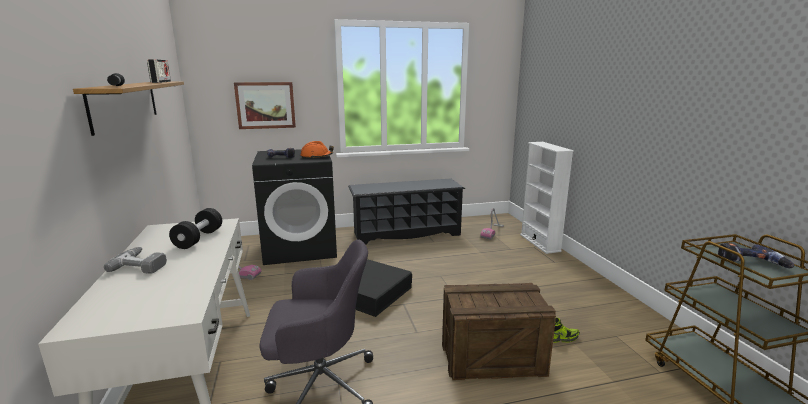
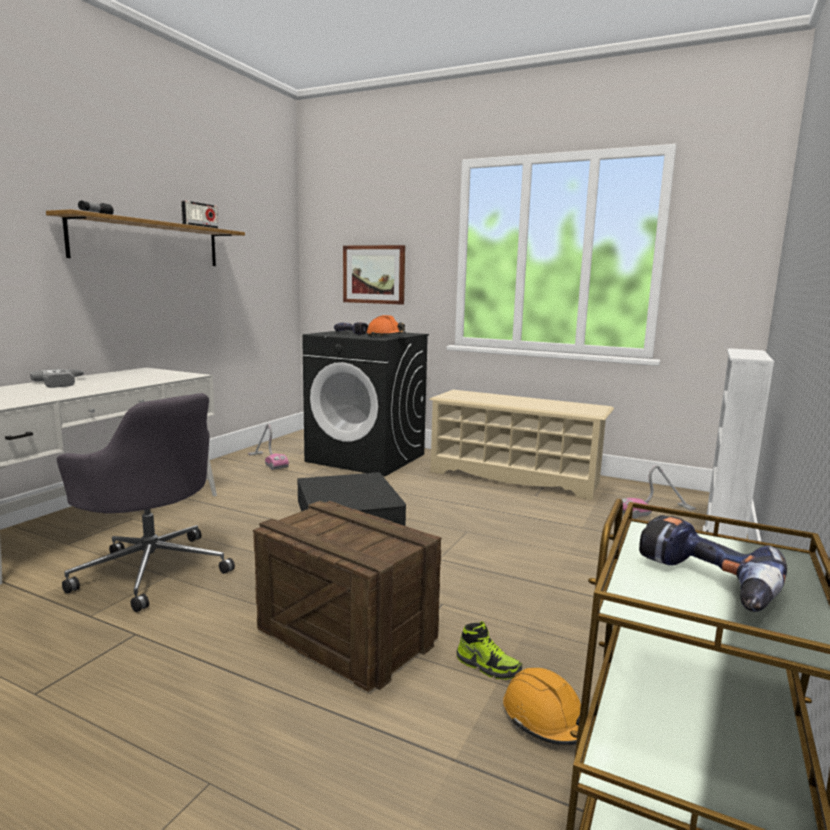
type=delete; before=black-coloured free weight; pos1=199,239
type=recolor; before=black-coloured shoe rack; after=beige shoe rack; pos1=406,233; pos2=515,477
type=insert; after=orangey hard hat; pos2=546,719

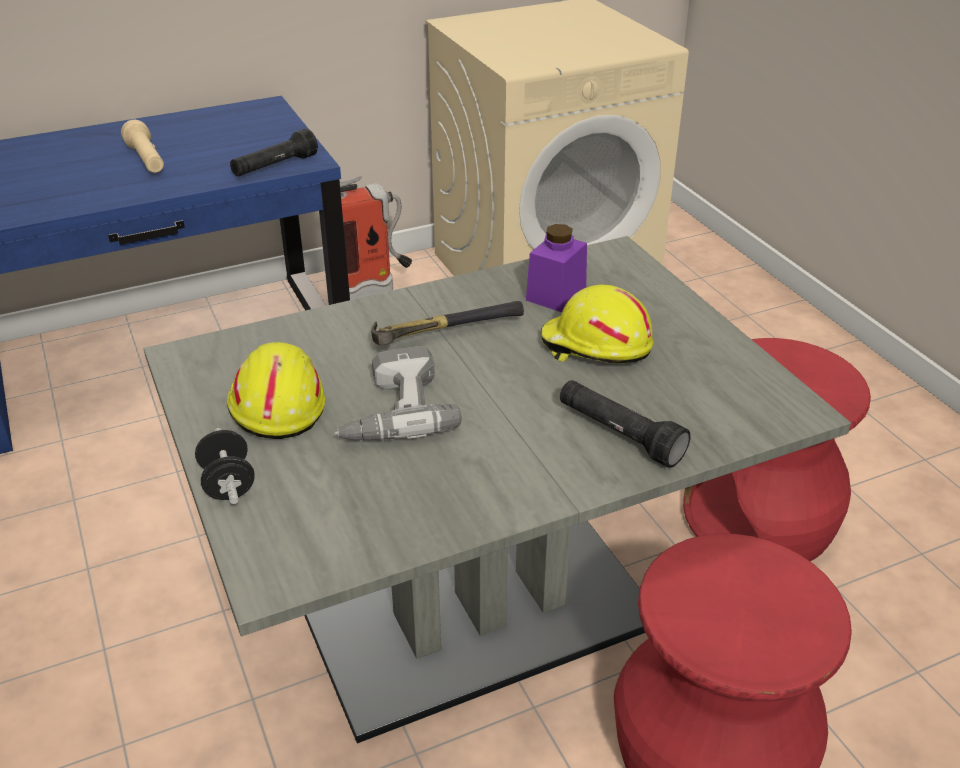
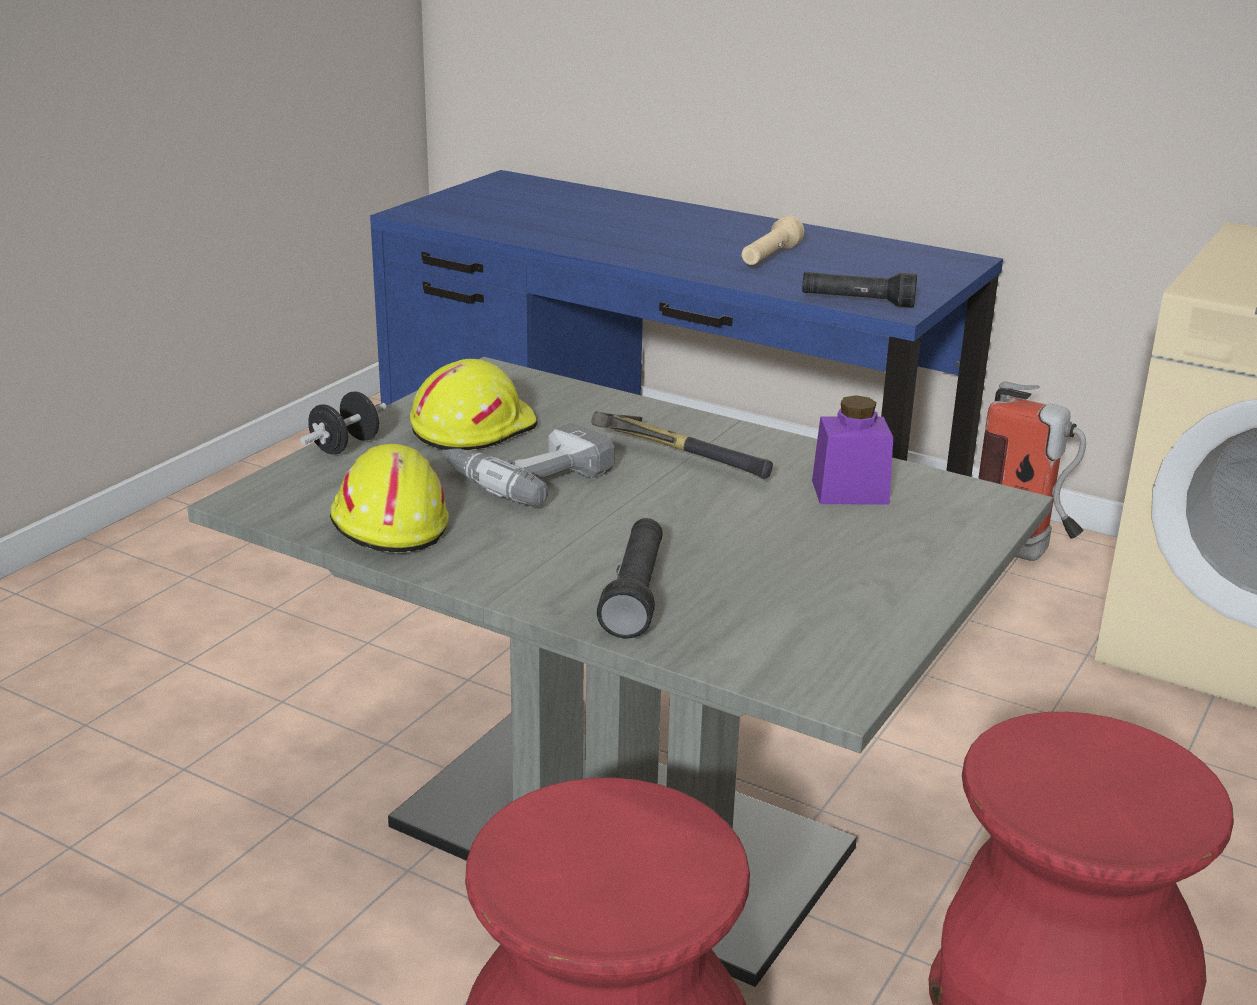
type=move; before=yellow hard hat; pos1=595,346; pos2=387,523

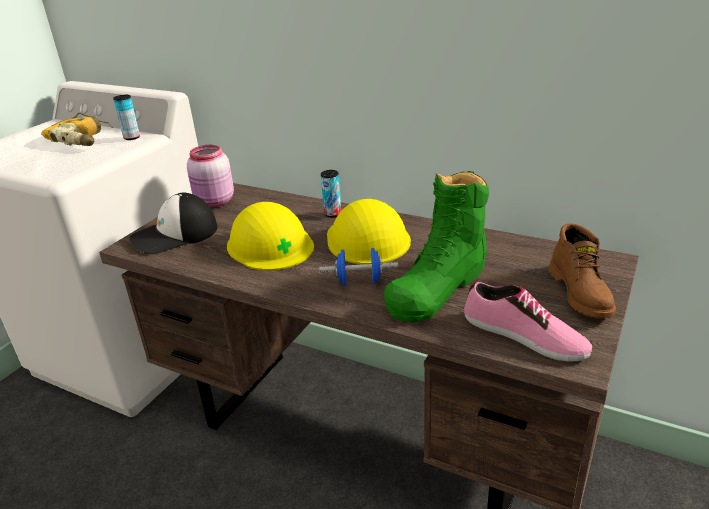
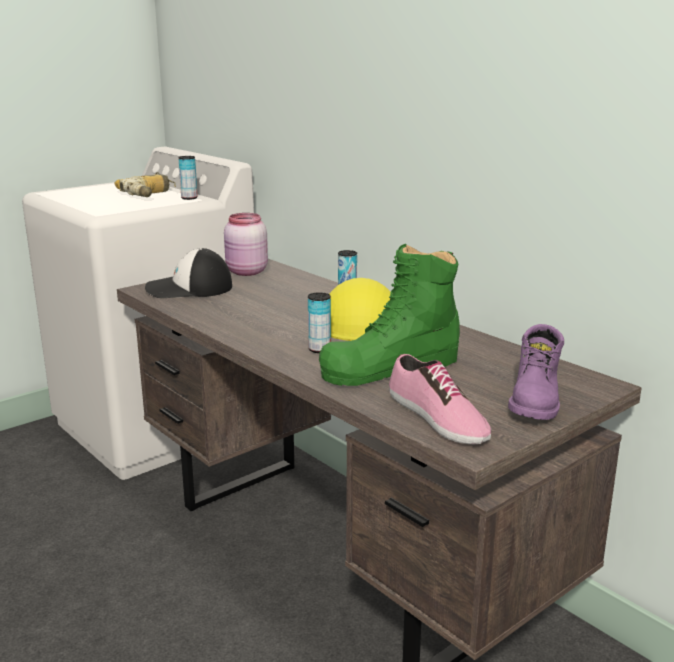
type=delete; before=yellow hard hat; pos1=270,245
type=replace; before=blue free weight; after=metal can; pos1=359,282; pos2=319,349
type=recolor; before=brown-coloured tall boot; after=purple tall boot; pos1=581,293; pos2=536,401

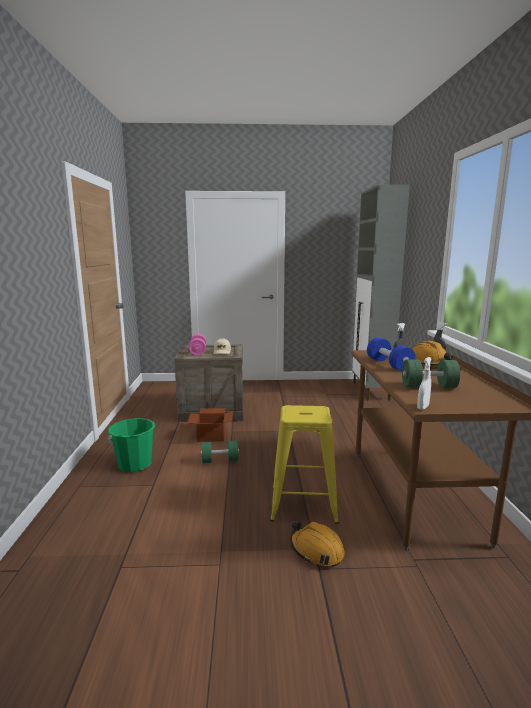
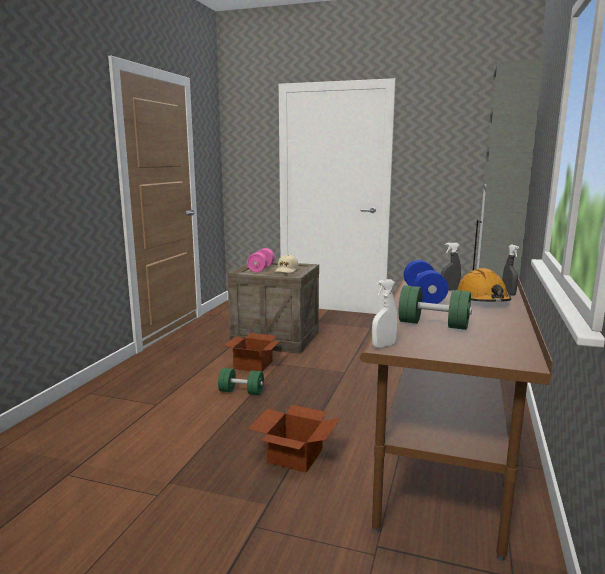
type=delete; before=green water bucket; pos1=135,464
type=replace; before=yellow stool; after=carton; pos1=303,504; pos2=294,455
type=delete; before=orangey hard hat; pos1=316,550

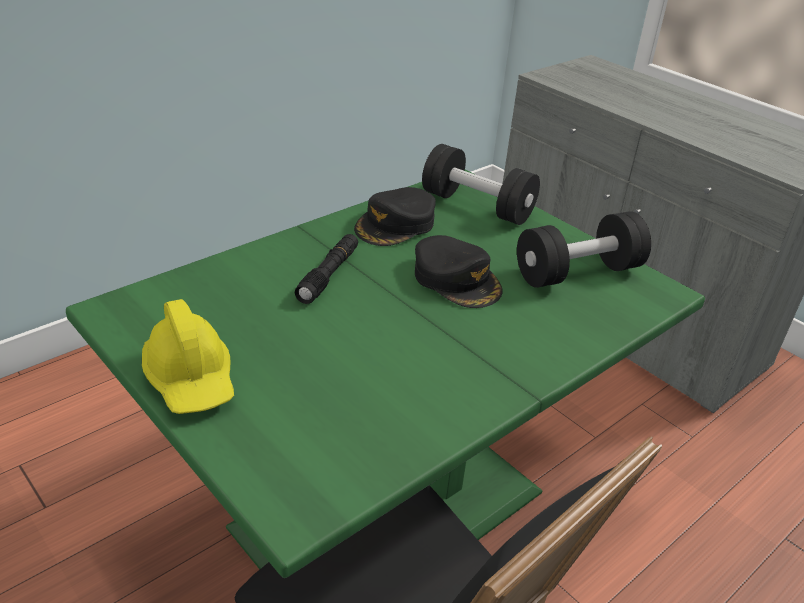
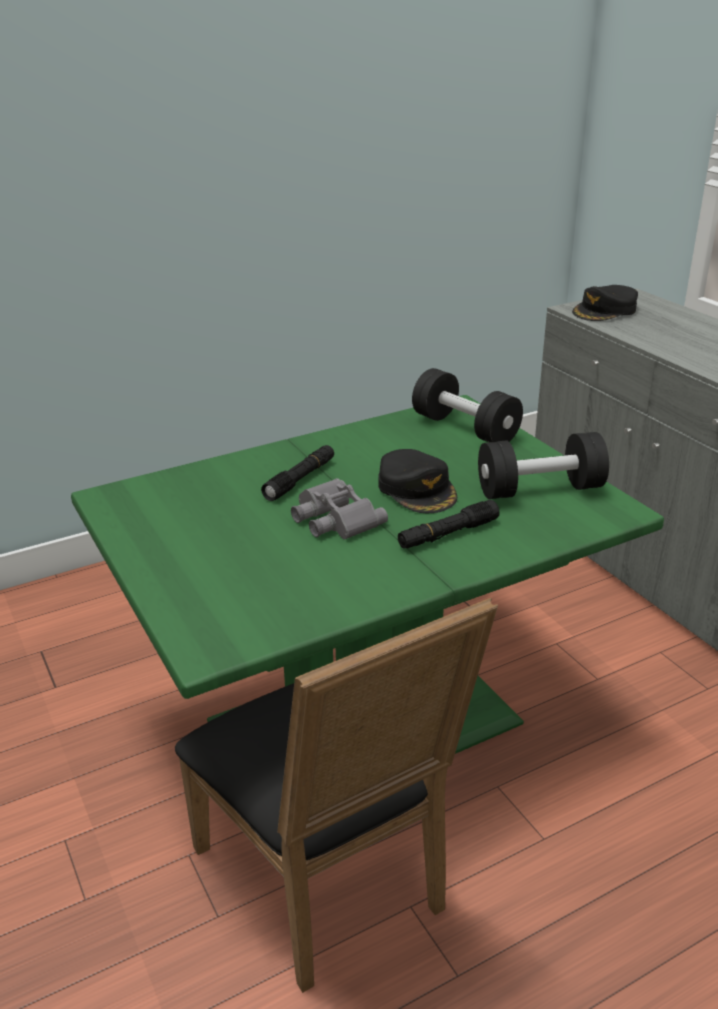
type=delete; before=yellow hard hat; pos1=191,378
type=move; before=black-coloured cap; pos1=396,225; pos2=605,311
type=insert; after=grey pair of binoculars; pos2=333,518
type=insert; after=black-coloured torch; pos2=448,534

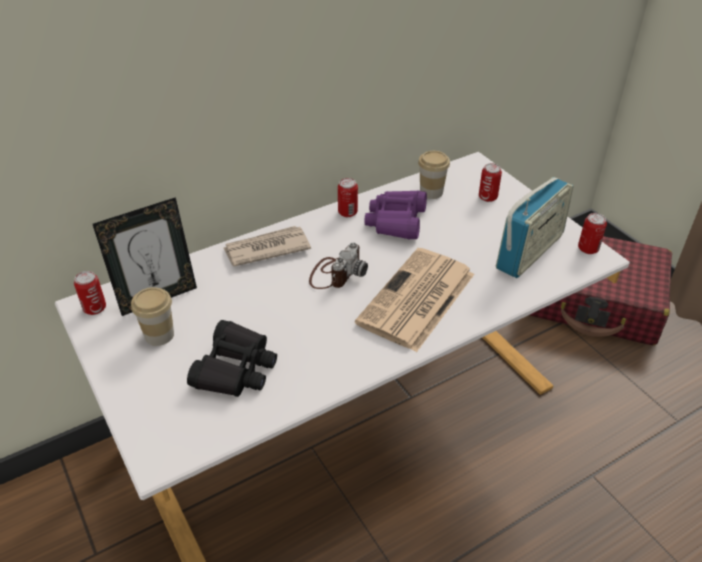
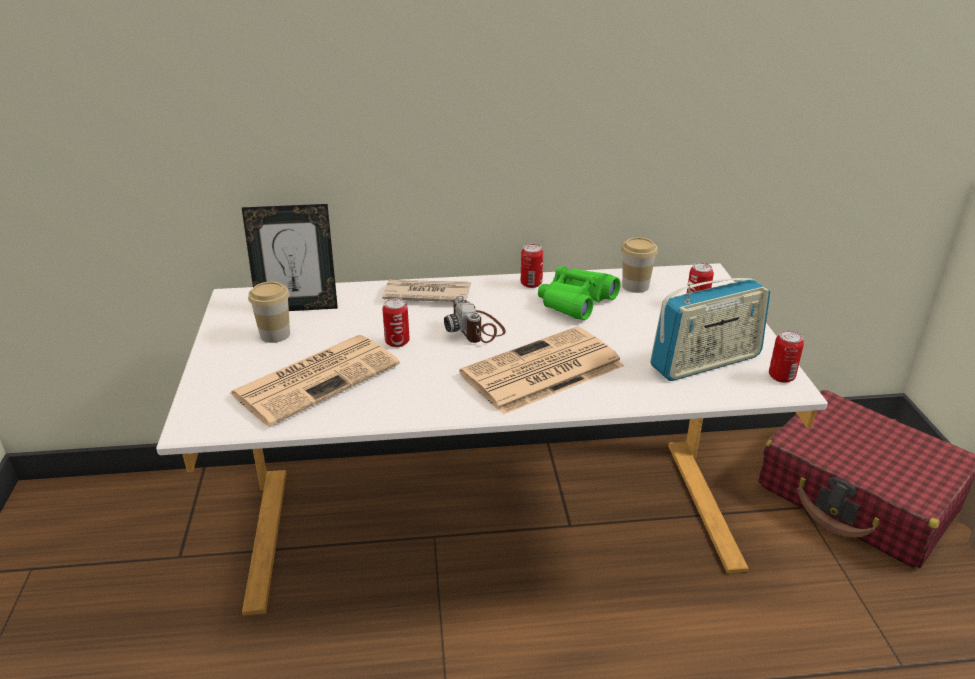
type=move; before=metal can; pos1=95,308; pos2=397,342
type=replace; before=black-coloured pair of binoculars; after=printed paper; pos1=235,369; pos2=317,378
type=rotate; before=photo camera; pos1=336,273; pos2=477,329; turn=105
type=recolor; before=purple pair of binoculars; after=green pair of binoculars; pos1=396,221; pos2=576,302

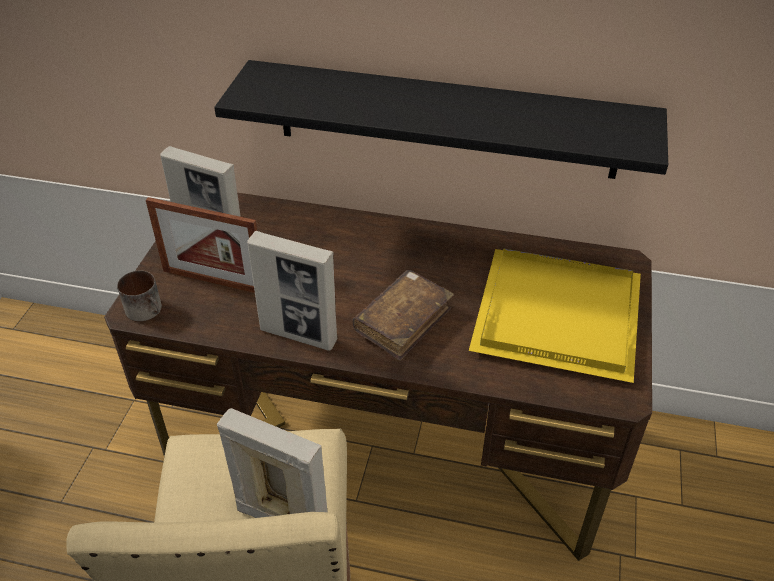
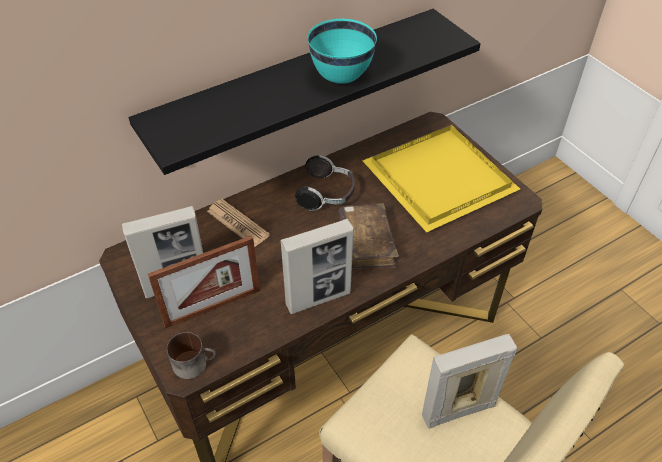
type=insert; after=printed paper; pos2=238,223
type=insert; after=headset; pos2=327,194
type=insert; after=turquoise deep dish; pos2=342,77

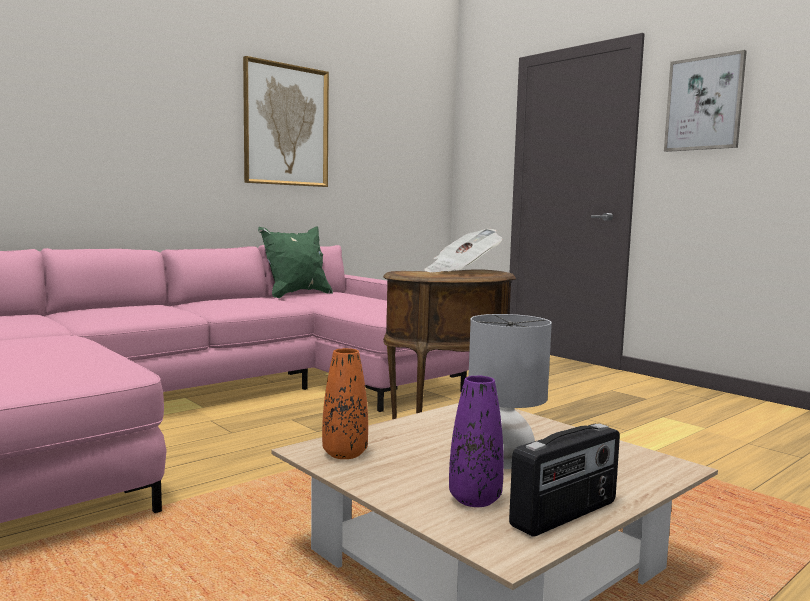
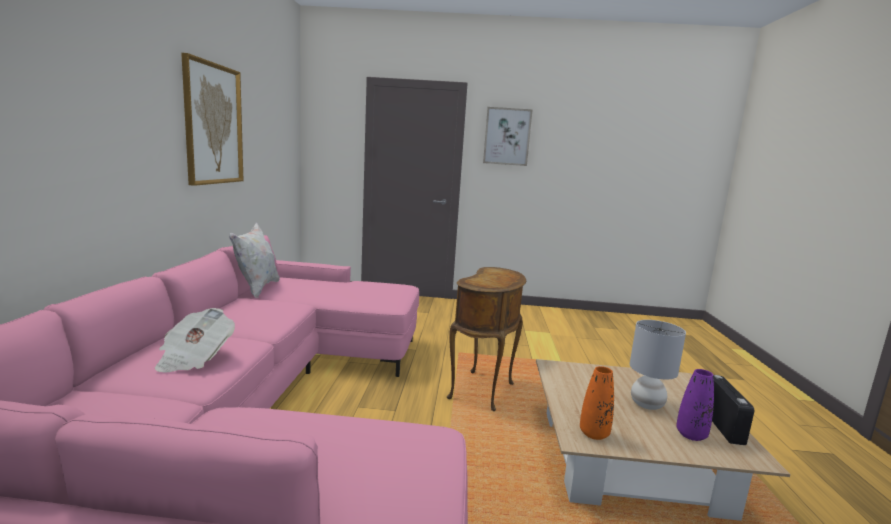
type=recolor; before=green pillow; after=white-coloured pillow; pos1=296,295; pos2=256,289
type=move; before=printed paper; pos1=461,271; pos2=194,358

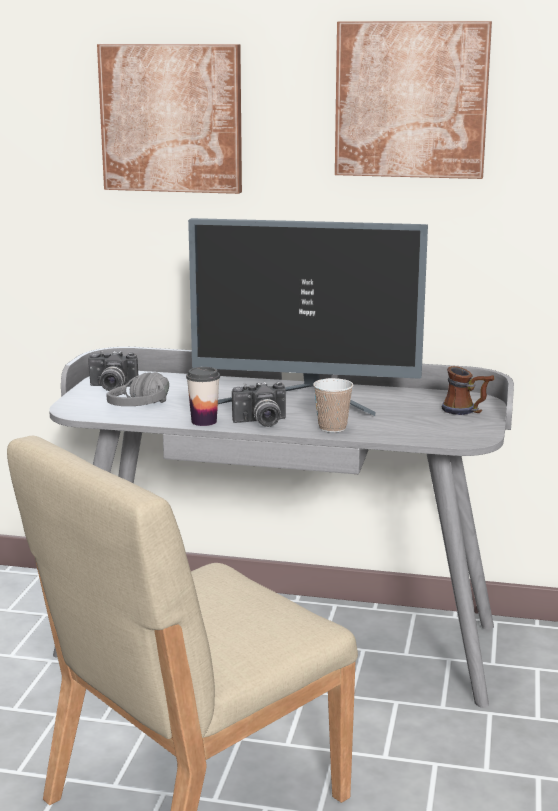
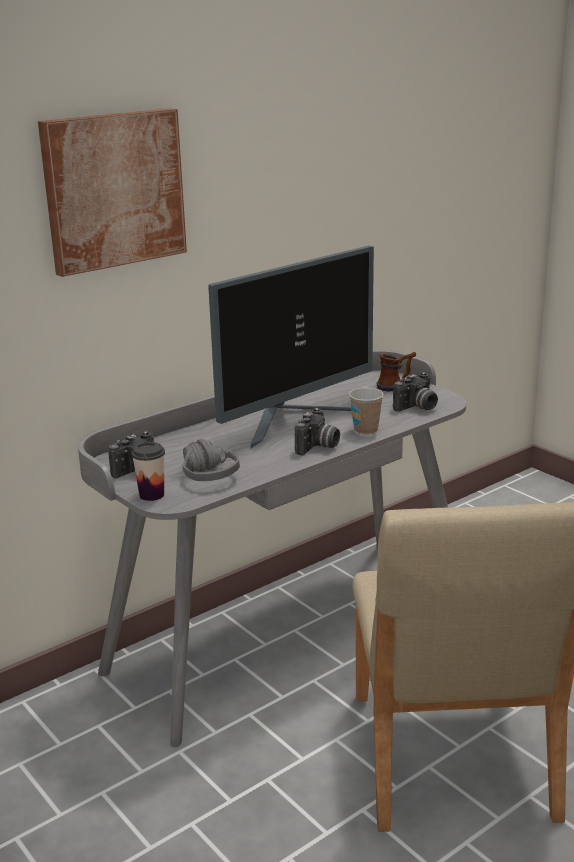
type=move; before=small cup; pos1=204,421; pos2=151,495
type=delete; before=wall art; pos1=411,100
type=insert; after=photo camera; pos2=417,408

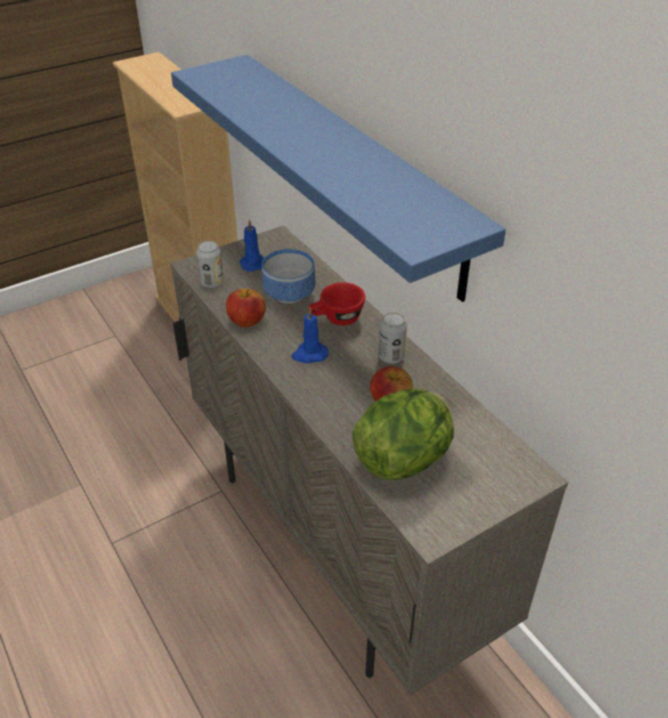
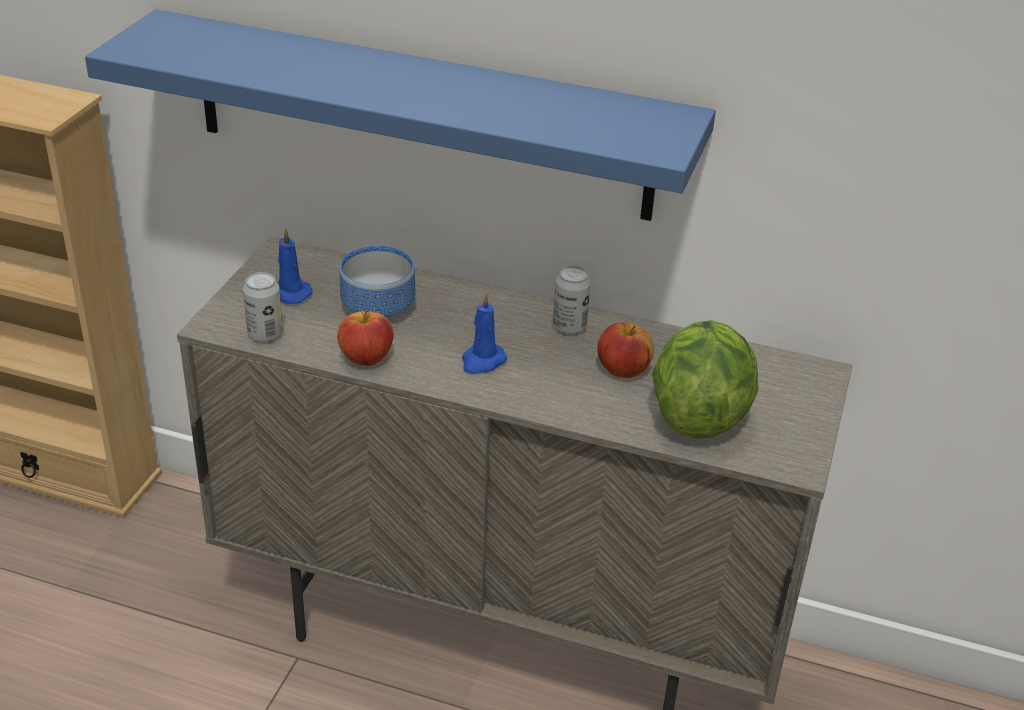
type=delete; before=red small cup; pos1=336,319

